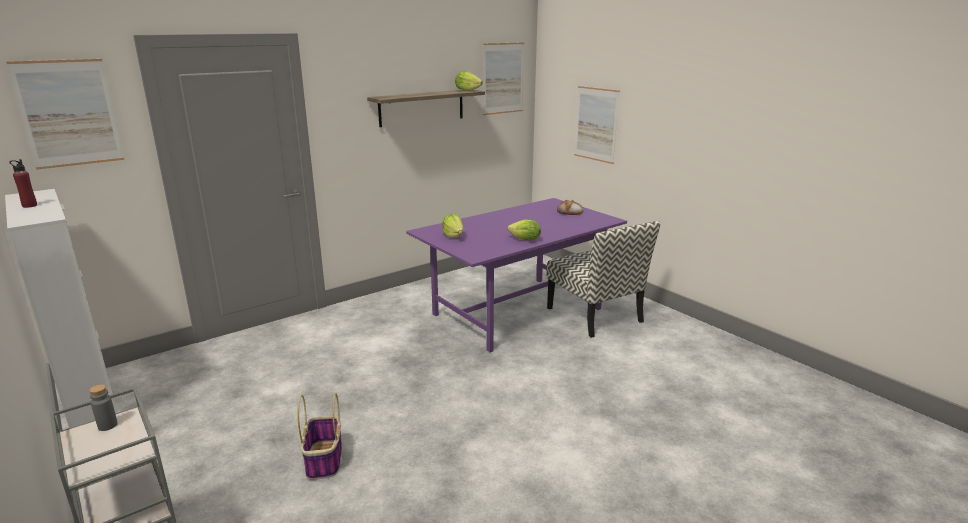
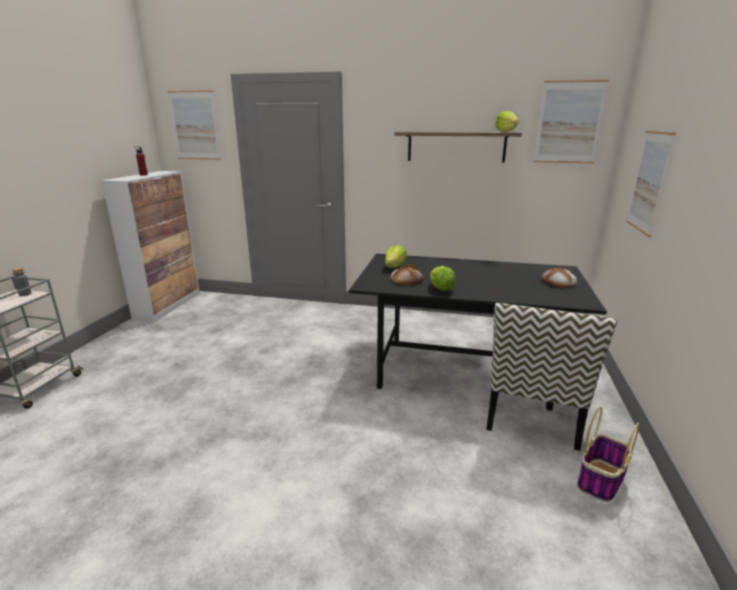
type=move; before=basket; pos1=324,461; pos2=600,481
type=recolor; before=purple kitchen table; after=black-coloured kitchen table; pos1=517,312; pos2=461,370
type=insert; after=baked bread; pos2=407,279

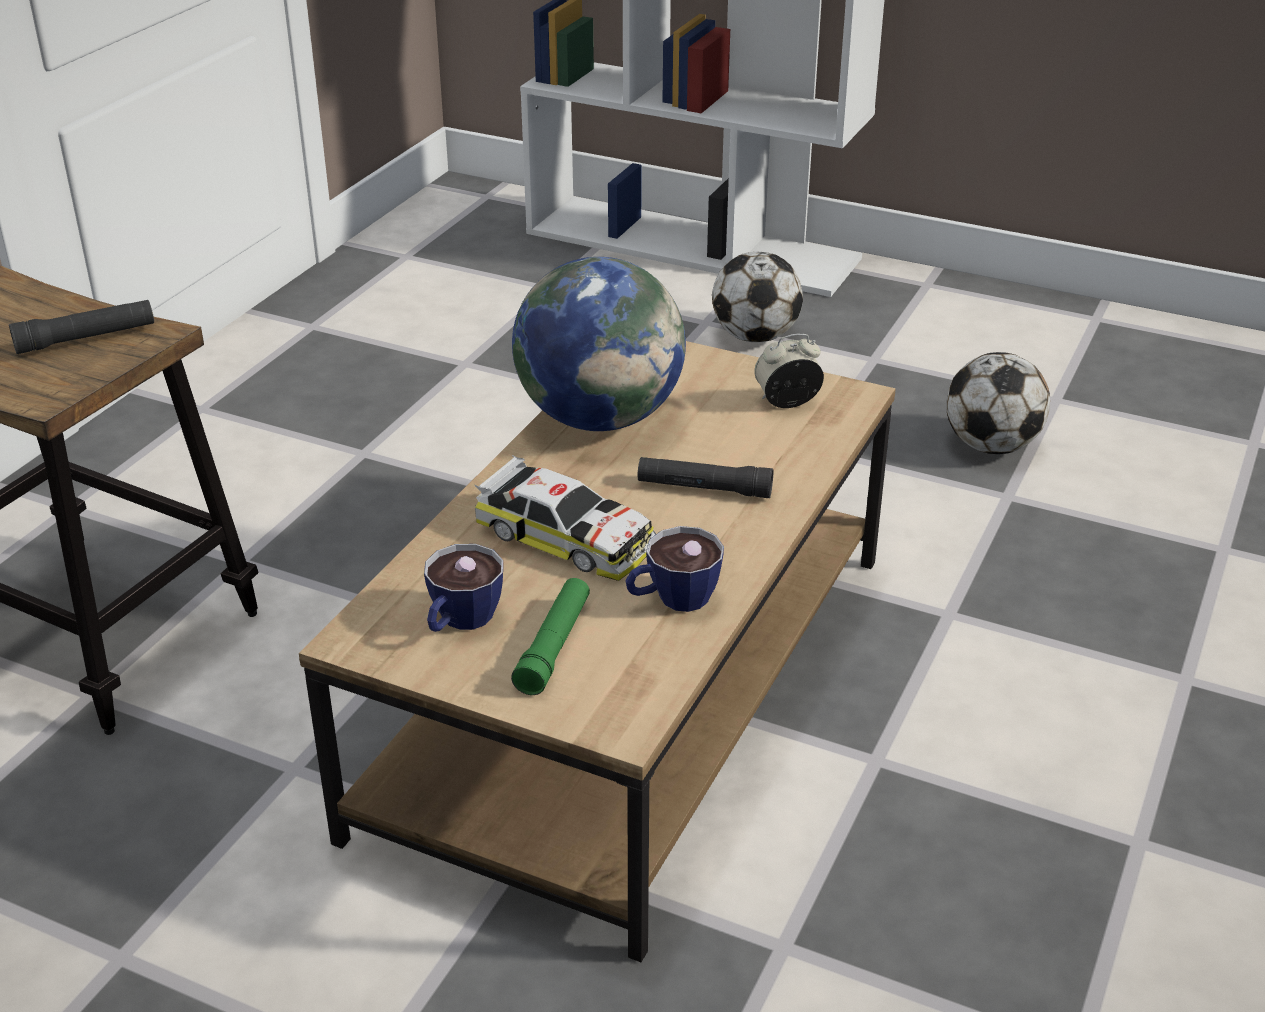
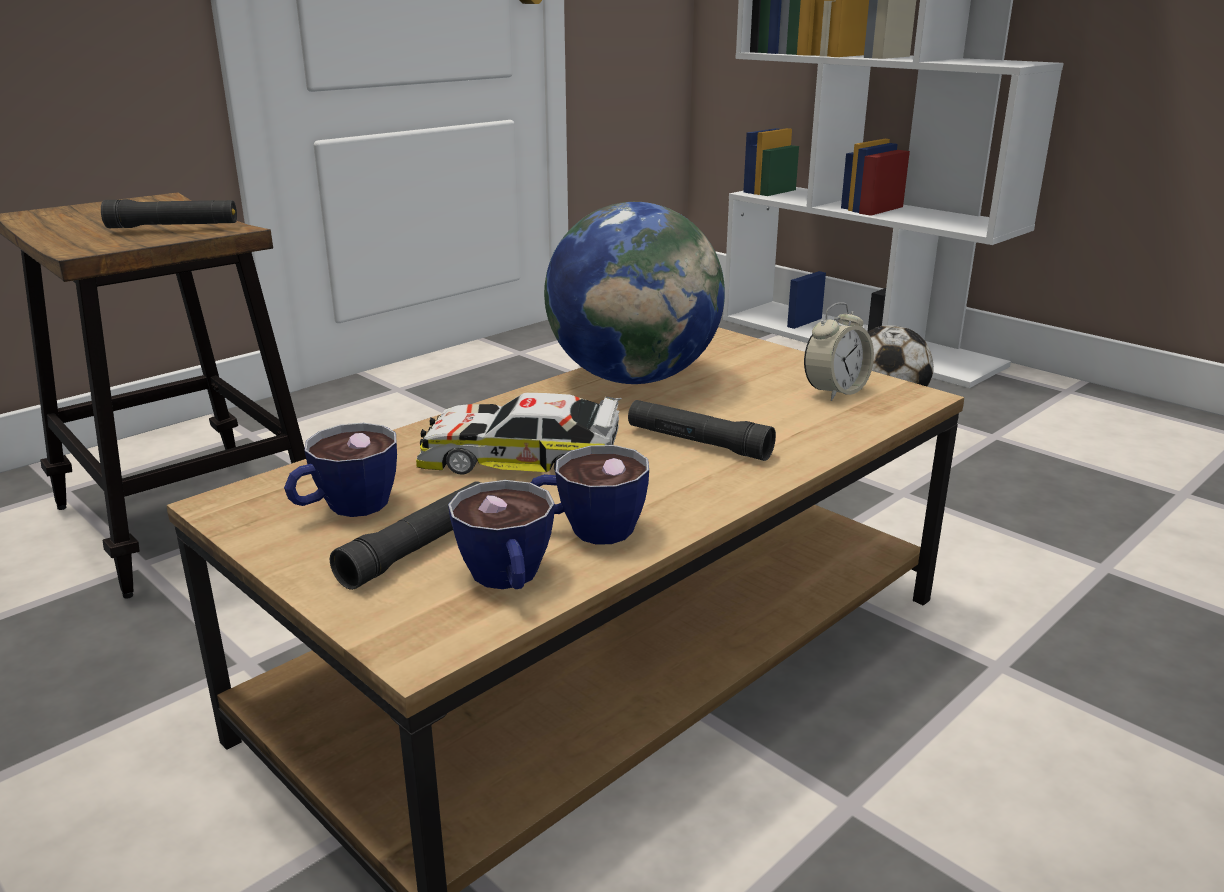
type=rotate; before=toy car; pos1=566,537; pos2=520,459; turn=135
type=recolor; before=green torch; after=black-coloured torch; pos1=554,646; pos2=419,548
type=rotate; before=table clock; pos1=787,402; pos2=835,392; turn=135
type=delete; before=ball for football; pos1=991,446
type=insert; after=small cup; pos2=508,581

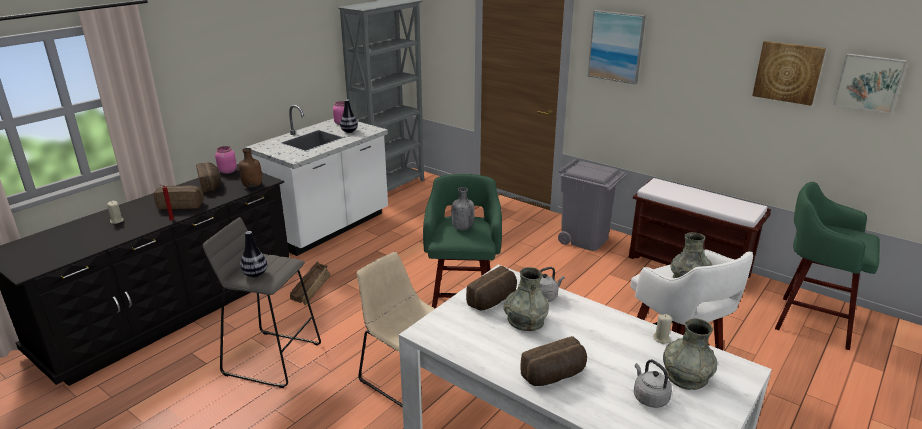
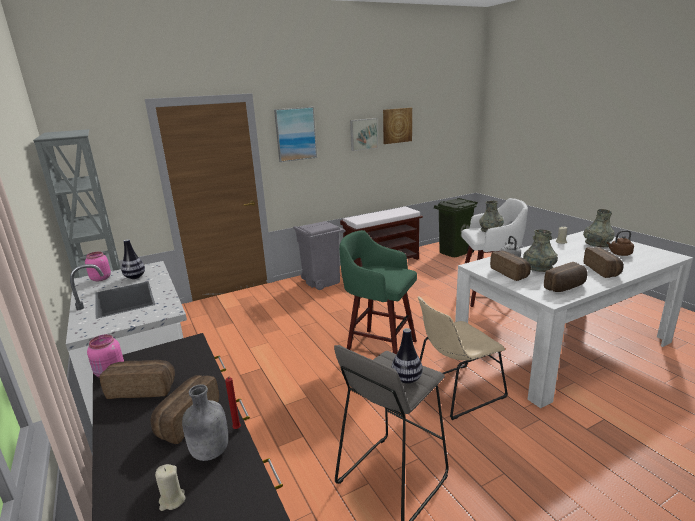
type=delete; before=brown-coloured drink bottle; pos1=252,186
type=delete; before=crate; pos1=311,287
type=move; before=grey drink bottle; pos1=462,228; pos2=209,452
type=recolor; before=grey kettle; after=brown-coloured kettle; pos1=649,397; pos2=619,254
type=replace; before=green stool; after=green waste bin; pos1=810,321; pos2=453,252
type=move; before=wall art; pos1=869,82; pos2=363,134
type=insert; after=baked bread; pos2=566,287

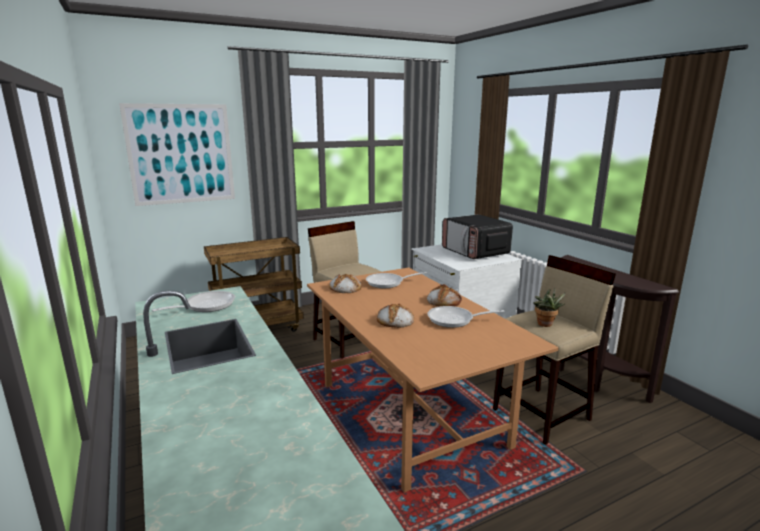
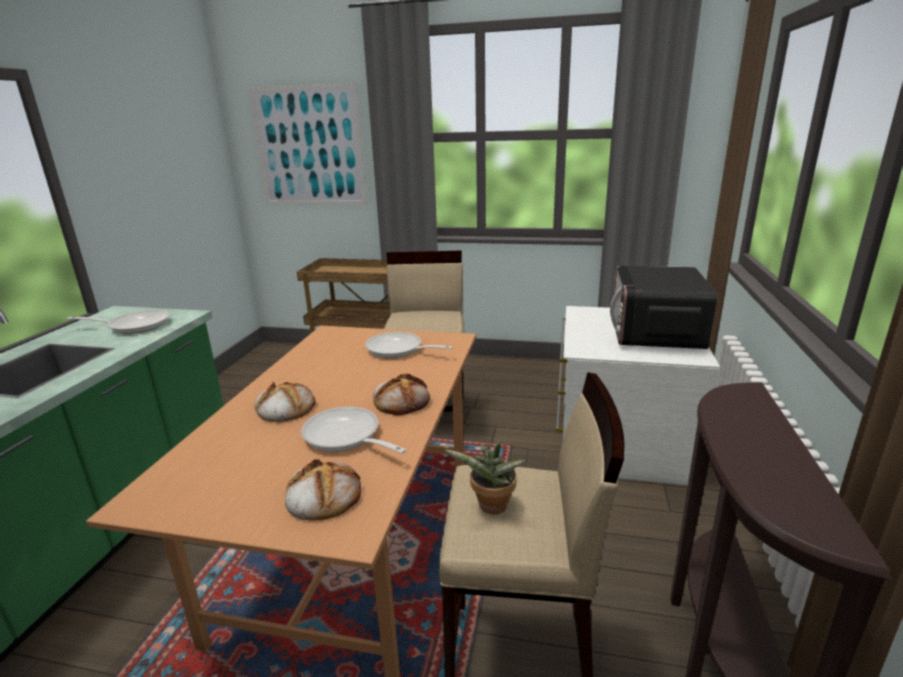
type=move; before=baked bread; pos1=345,288; pos2=323,495

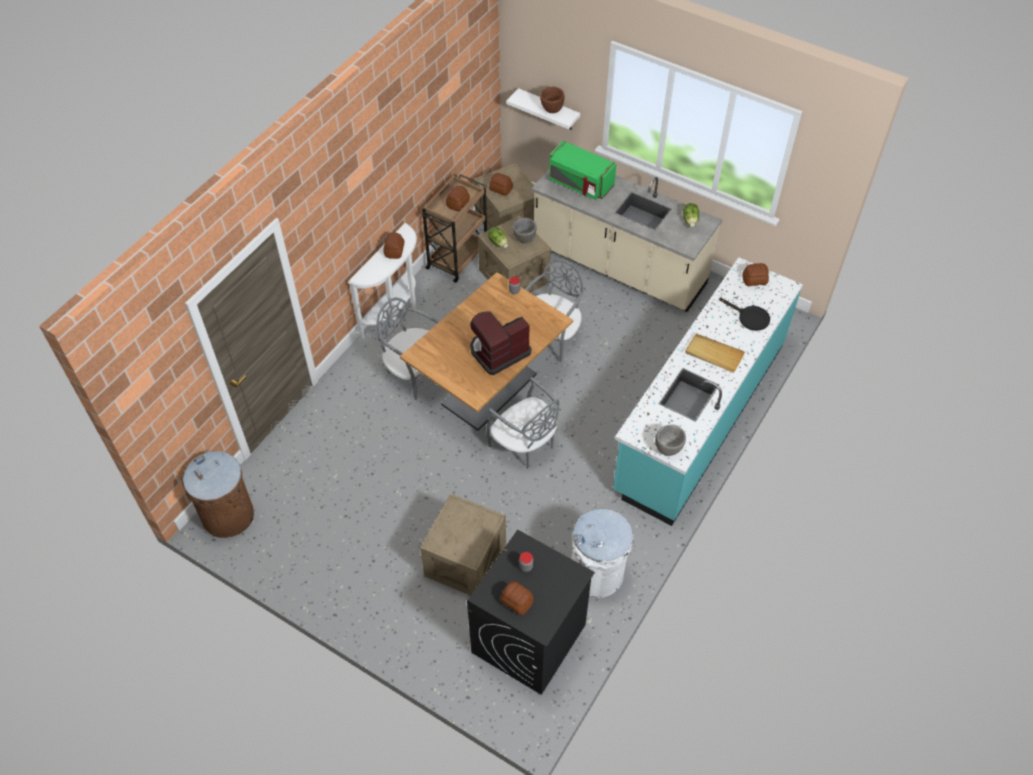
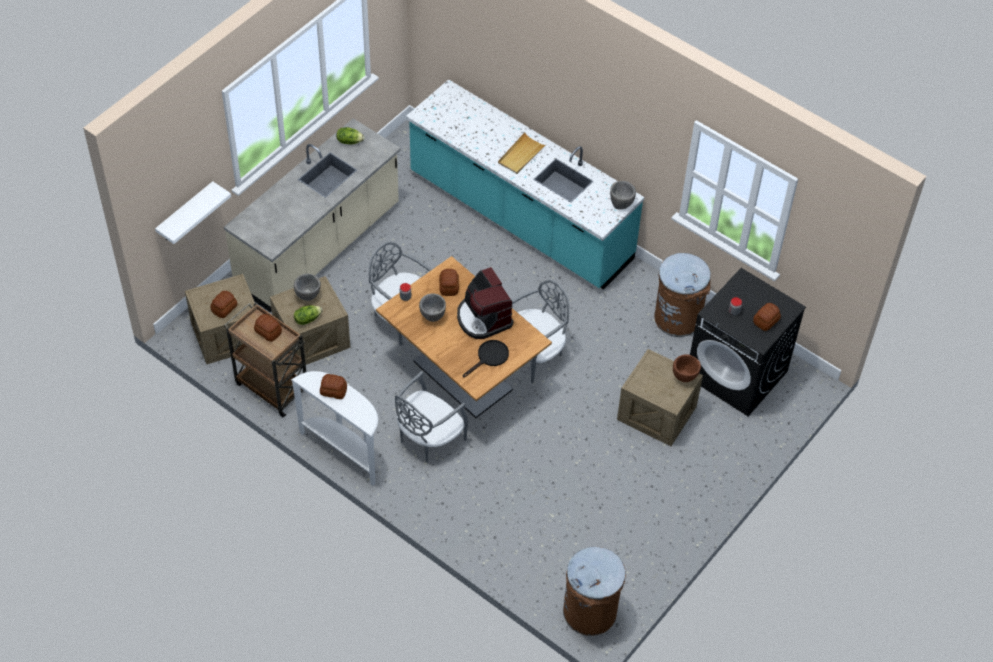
type=move; before=brown-coloured deep dish; pos1=551,110; pos2=684,377
type=delete; before=green kitchen microwave; pos1=580,184
type=recolor; before=white-coloured waste bin; after=brown-coloured waste bin; pos1=597,574; pos2=678,317
type=move; before=black-coloured skillet; pos1=749,317; pos2=489,357
type=move; before=baked bread; pos1=755,280; pos2=449,286
type=insert; after=grey deep dish; pos2=433,317

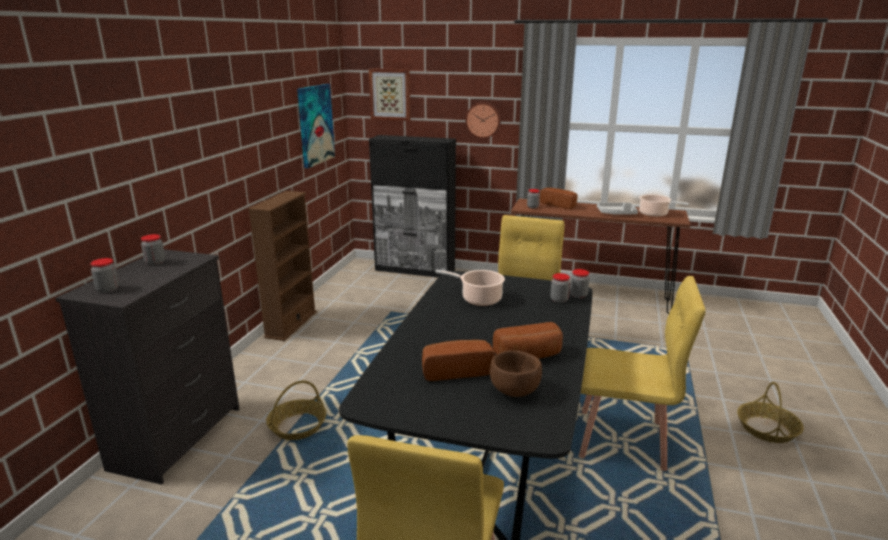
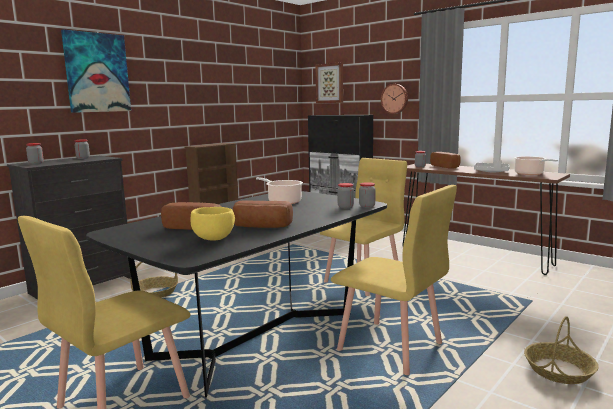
type=move; before=wall art; pos1=315,125; pos2=97,73
type=recolor; before=brown-coloured deep dish; after=yellow deep dish; pos1=515,391; pos2=214,239

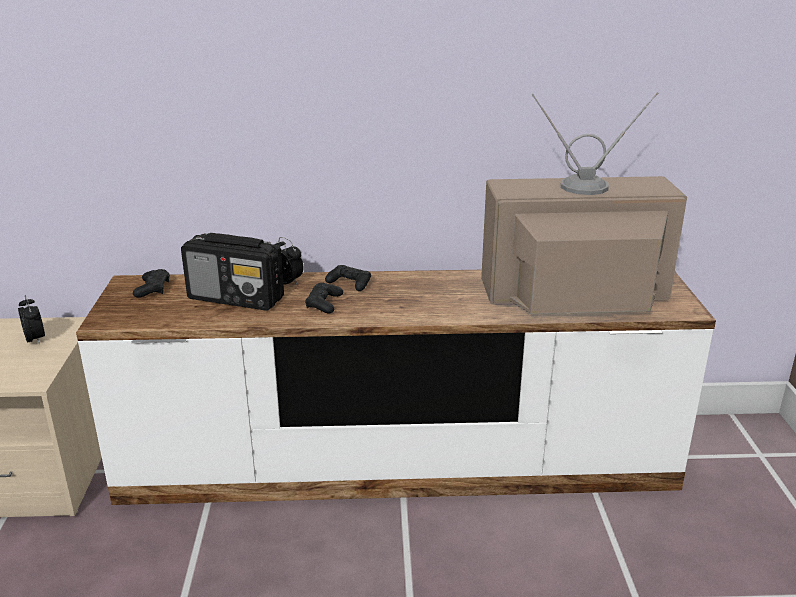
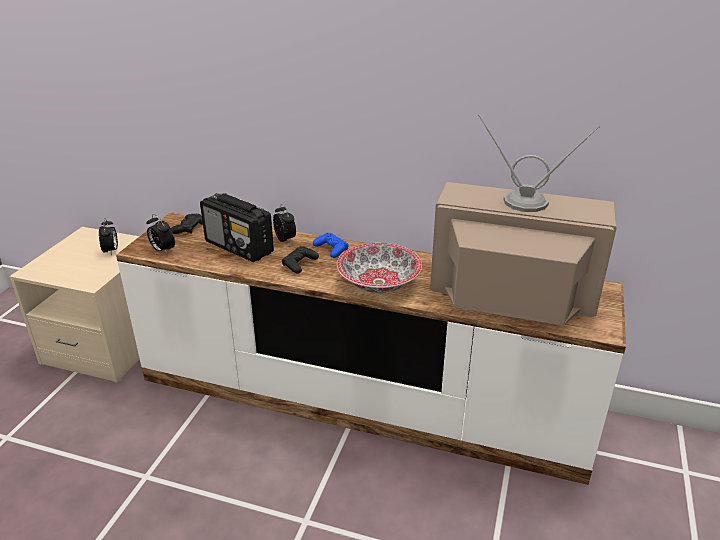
type=recolor; before=black-coloured gamepad; after=blue gamepad; pos1=350,283; pos2=331,249
type=insert; after=table clock; pos2=162,250
type=insert; after=deep dish; pos2=379,283

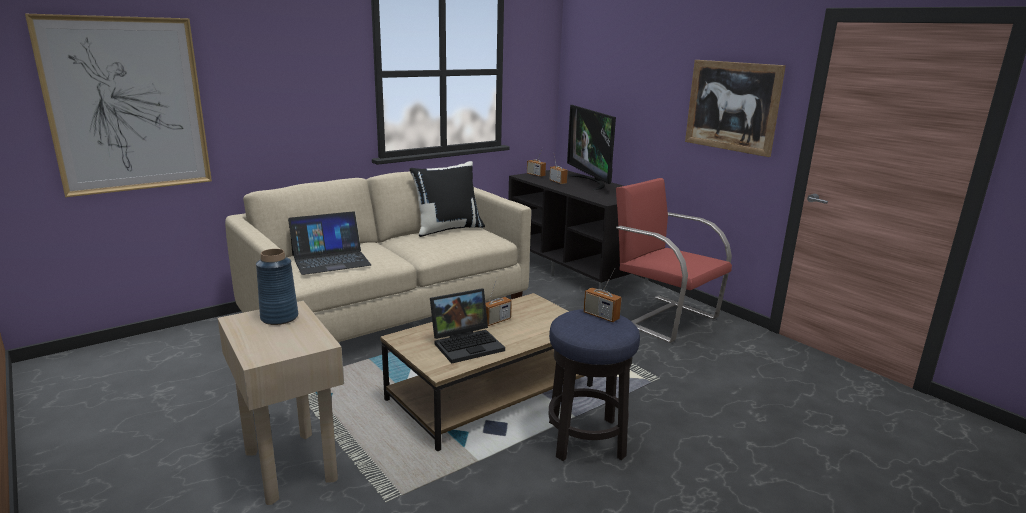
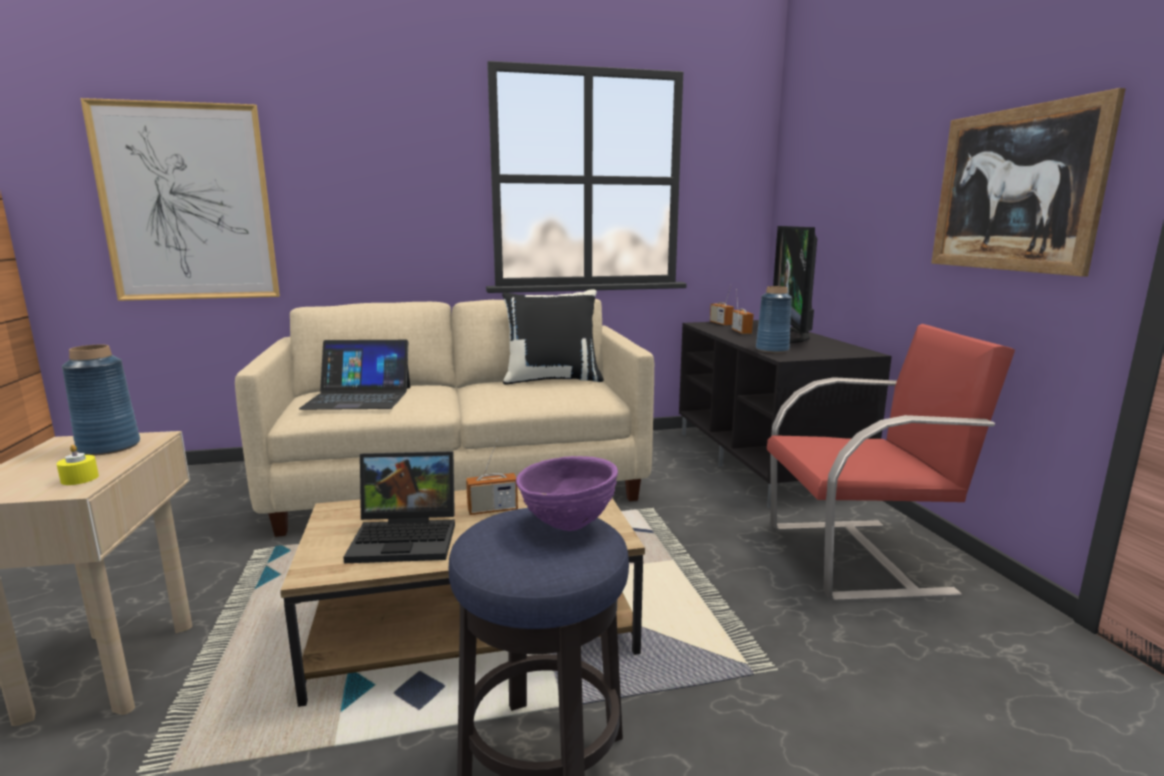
type=replace; before=radio; after=purple deep dish; pos1=601,316; pos2=567,525
type=rotate; before=red lounge chair; pos1=663,318; pos2=858,558; turn=105
type=insert; after=yellow wax light; pos2=80,479
type=insert; after=blue decorative vase; pos2=772,349

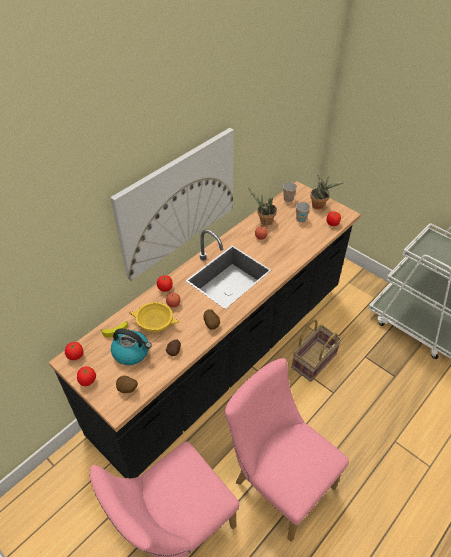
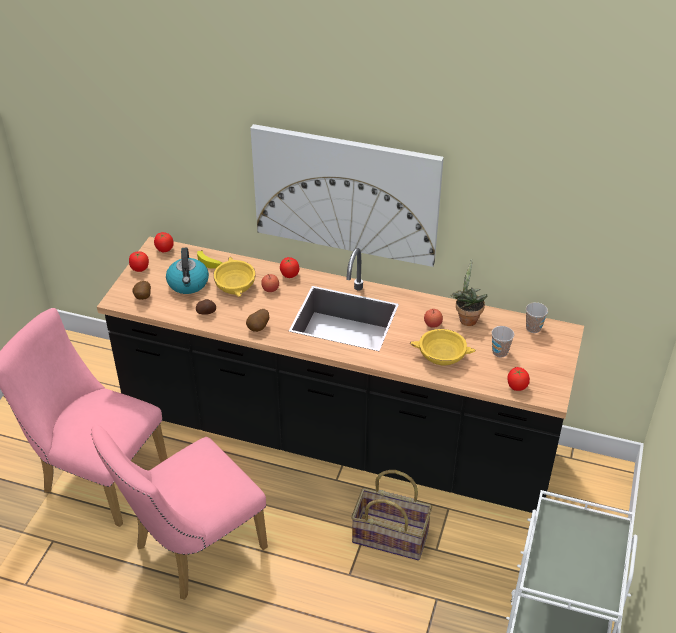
type=rotate; before=pink-coloured upright chair; pos1=278,480; pos2=191,550; turn=-150
type=delete; before=houseplant; pos1=319,205
type=insert; after=yellow deep dish; pos2=442,355

